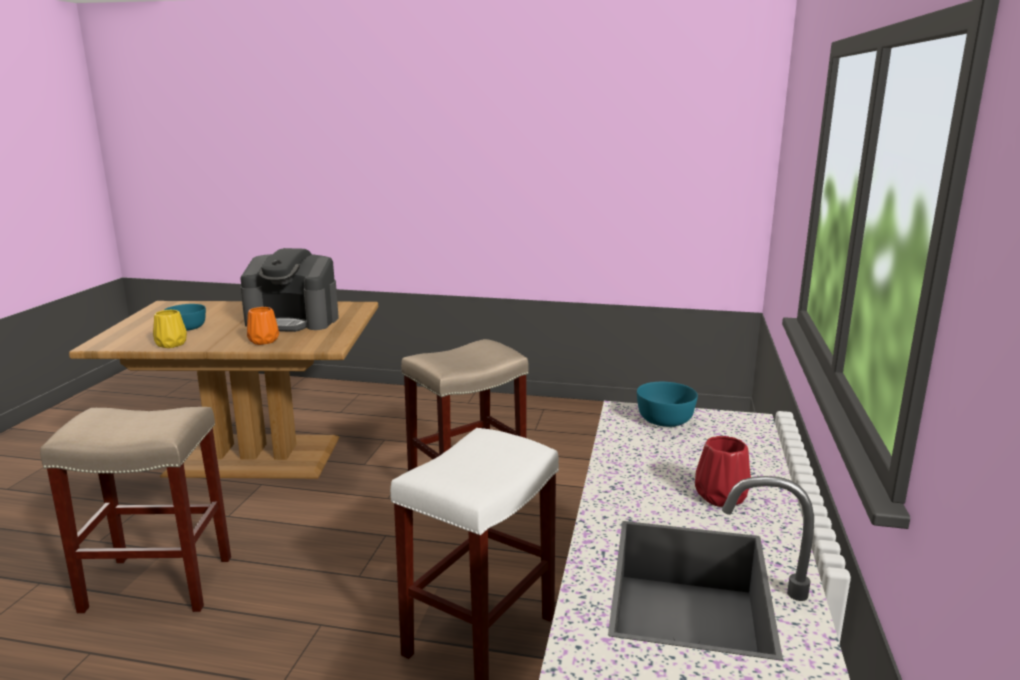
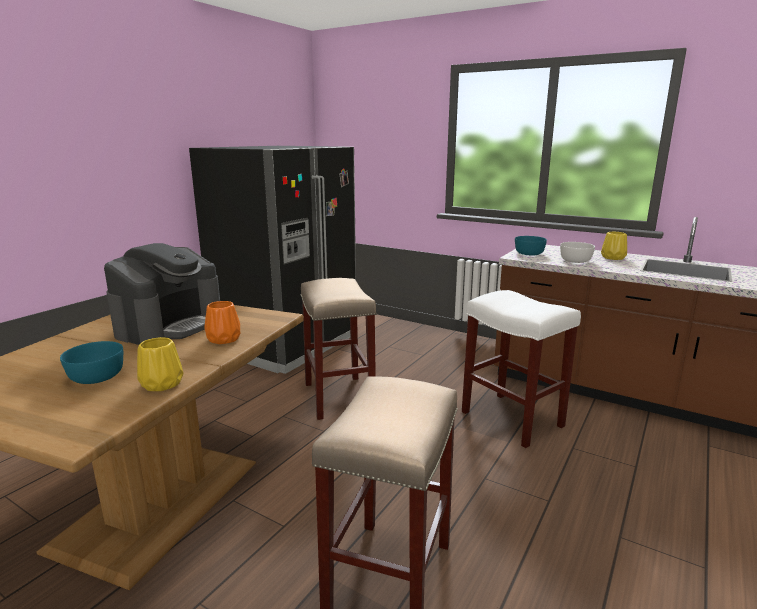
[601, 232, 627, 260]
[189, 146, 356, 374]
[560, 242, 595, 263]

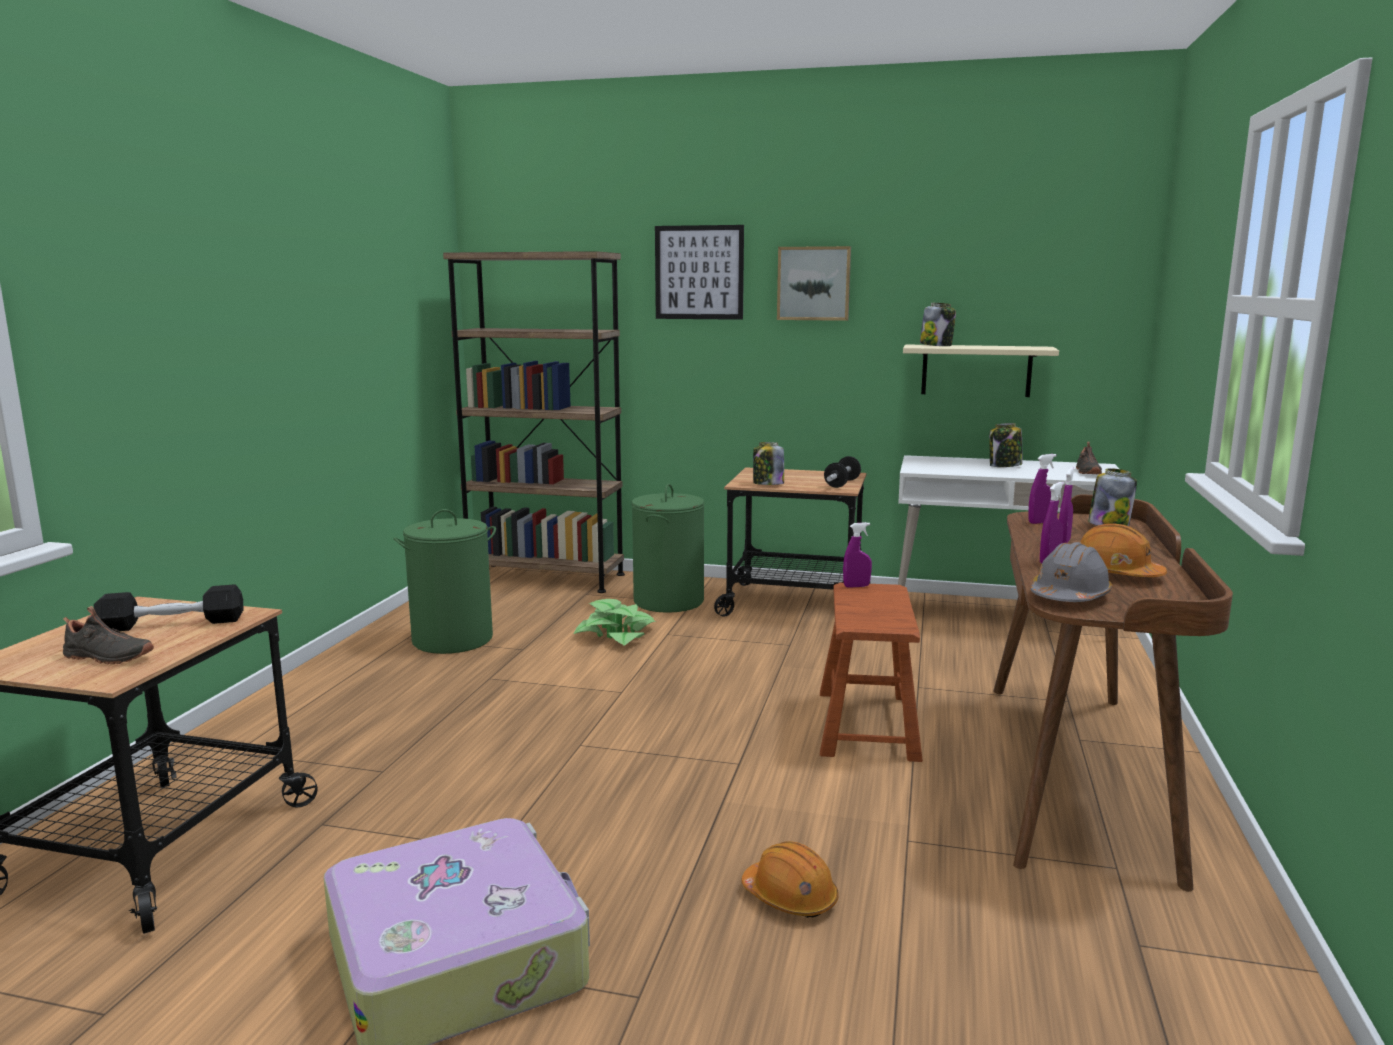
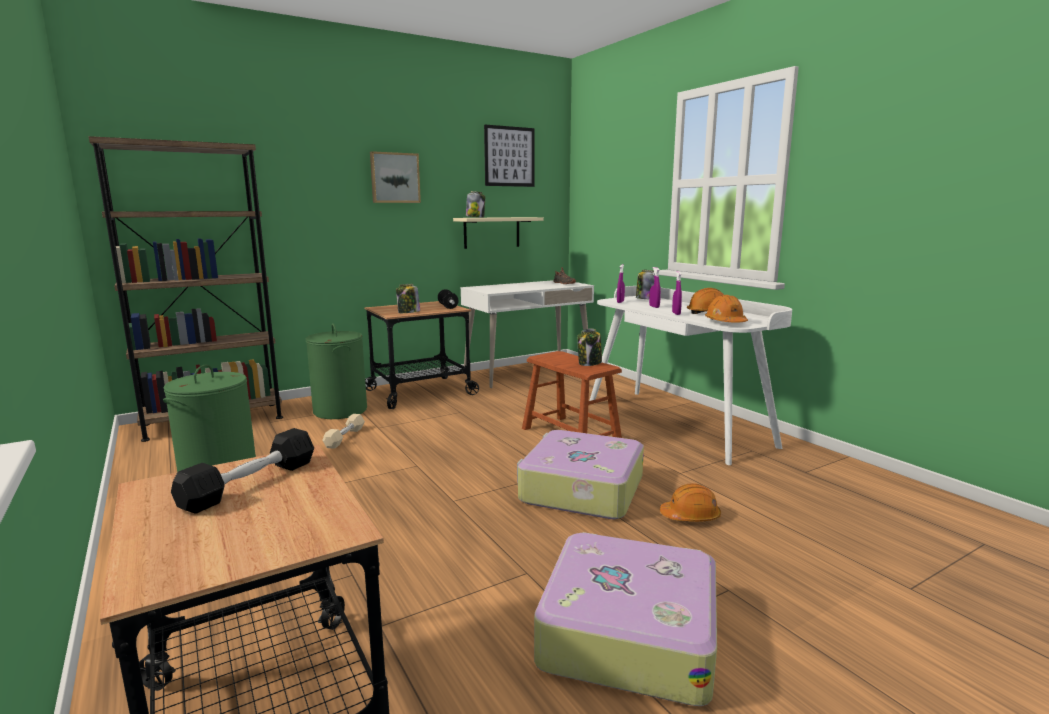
[63, 606, 154, 665] (first image)
[322, 414, 365, 449]
[484, 125, 535, 187]
[843, 522, 872, 588] (first image)
[577, 329, 602, 366]
[590, 286, 792, 465]
[705, 295, 748, 322]
[517, 430, 644, 519]

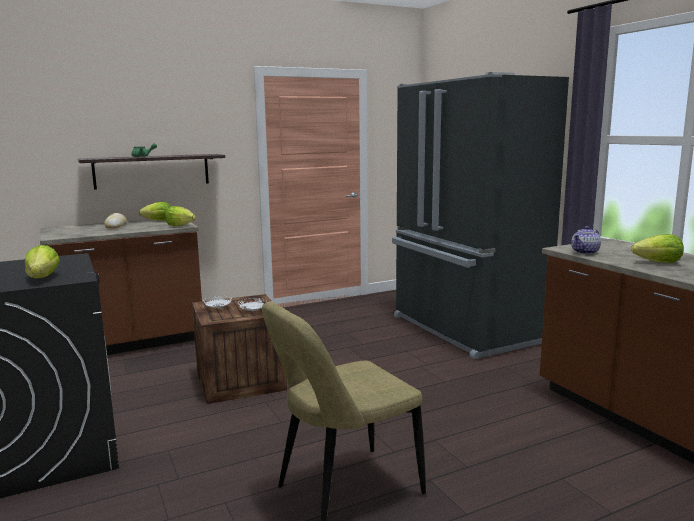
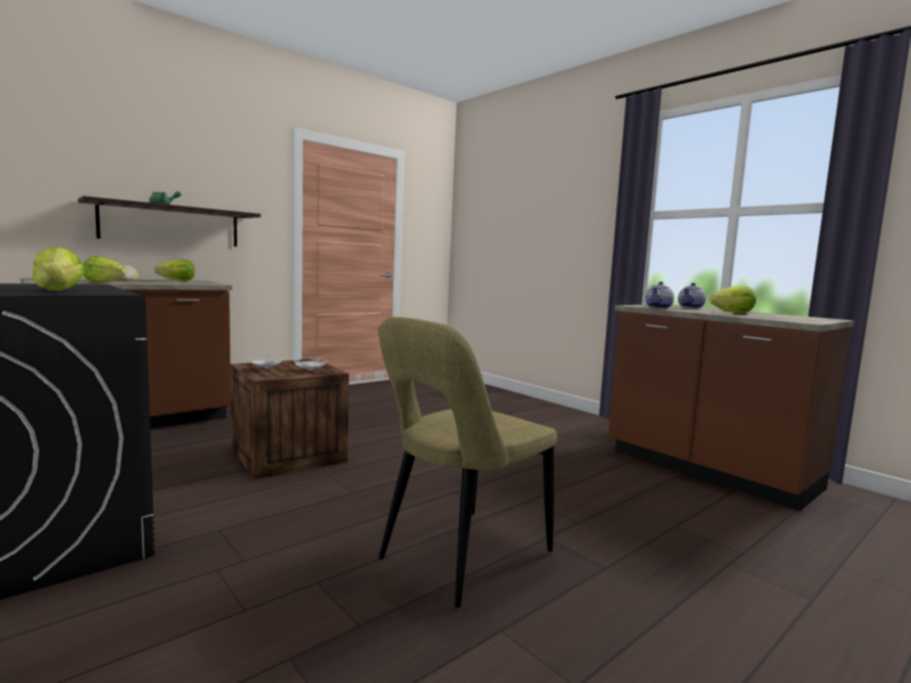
[83, 256, 127, 282]
[392, 72, 569, 359] (first image)
[678, 283, 706, 308]

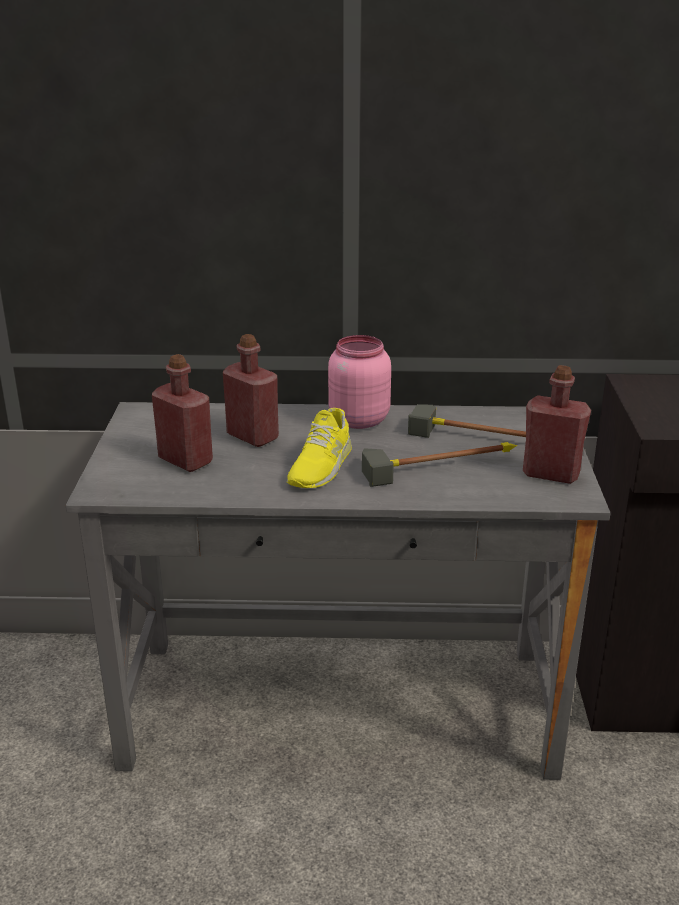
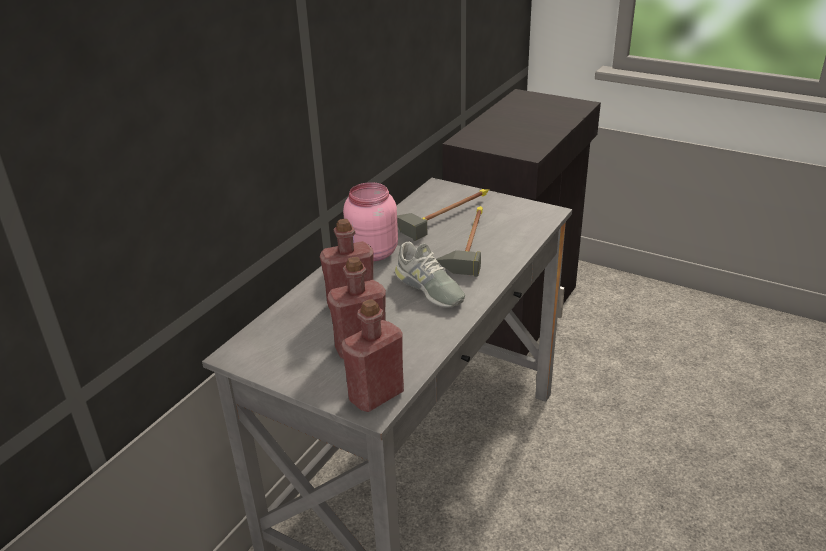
[395, 242, 465, 308]
[341, 299, 404, 412]

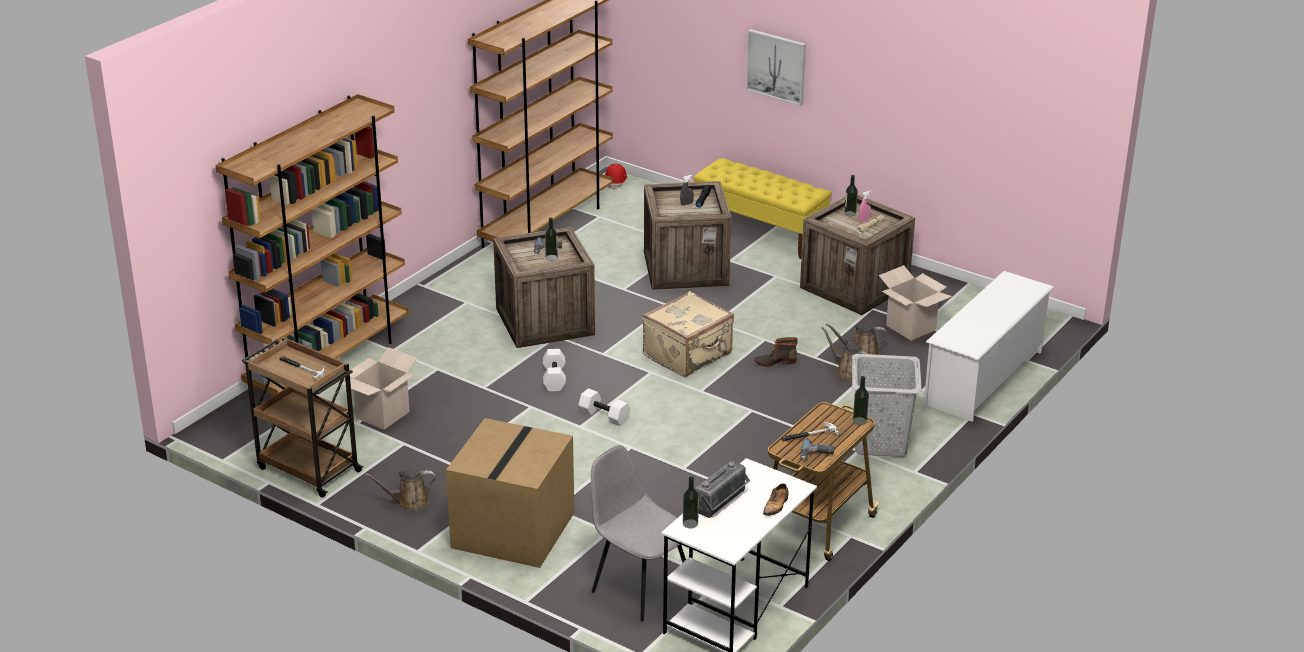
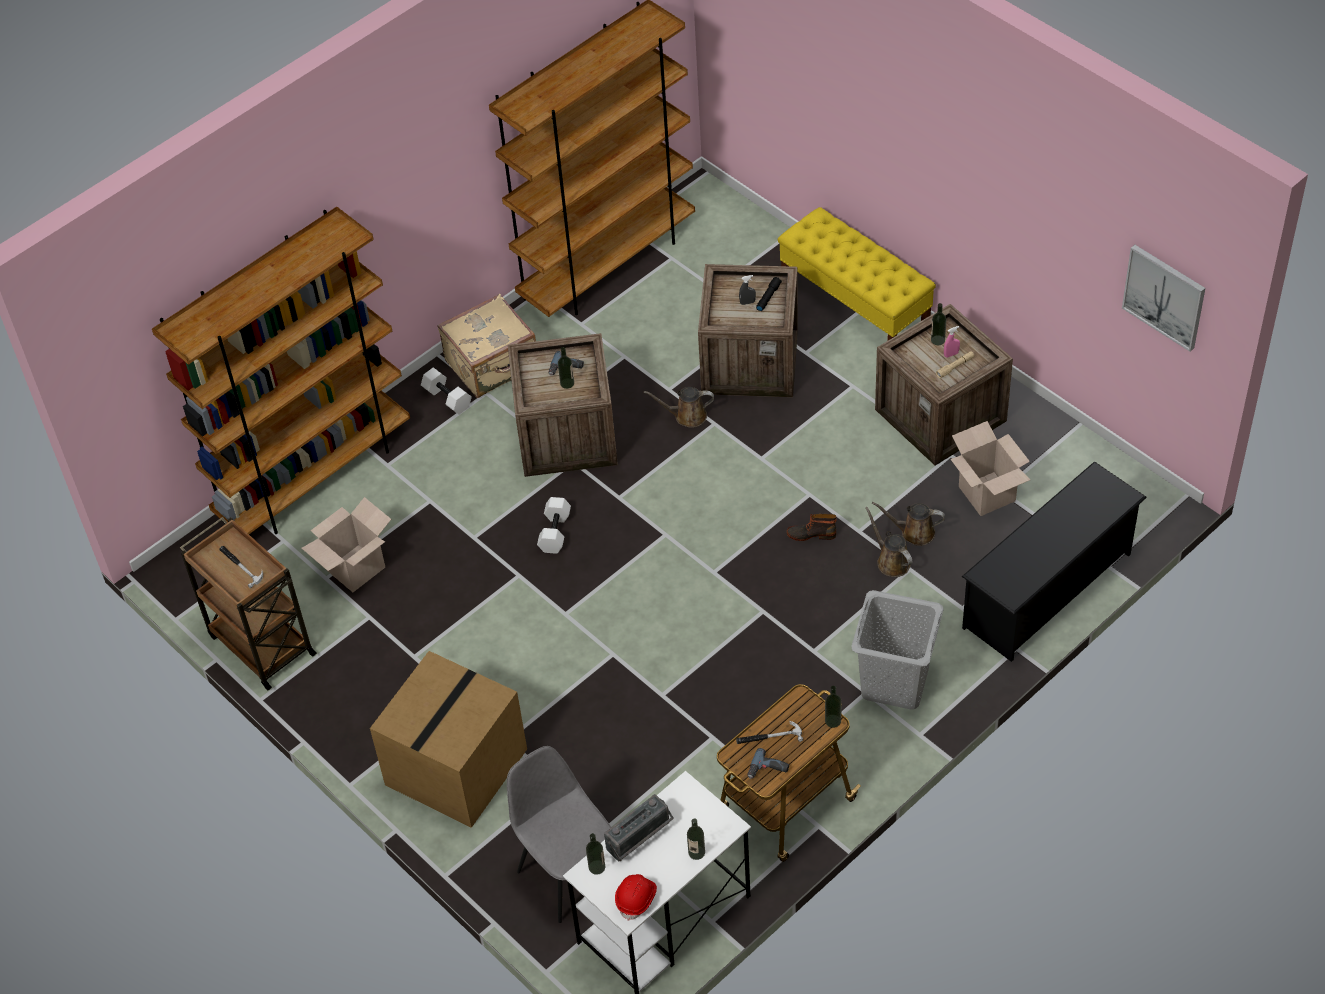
[644, 387, 714, 428]
[421, 368, 472, 415]
[615, 874, 657, 921]
[437, 294, 536, 398]
[1122, 245, 1205, 352]
[687, 818, 705, 860]
[962, 461, 1147, 662]

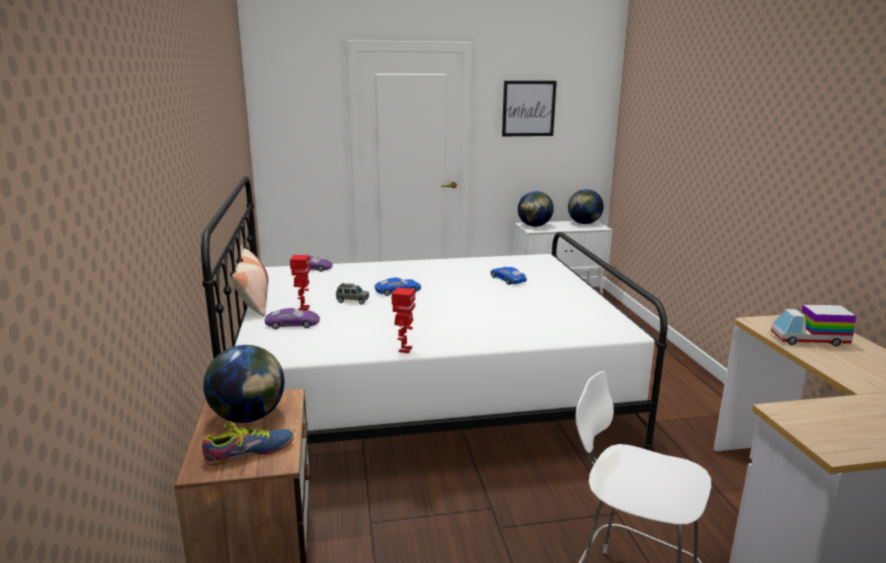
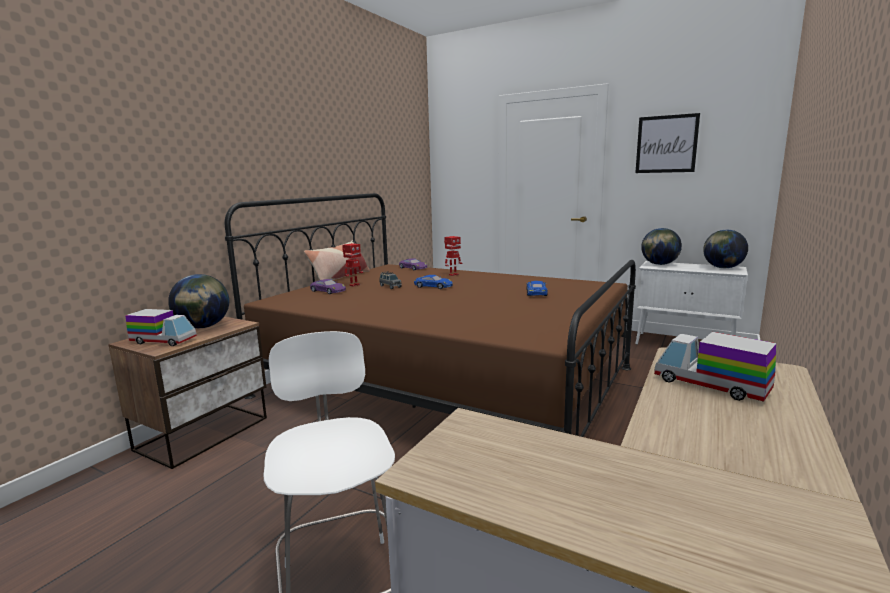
[225, 193, 636, 437]
[125, 309, 197, 346]
[444, 236, 462, 276]

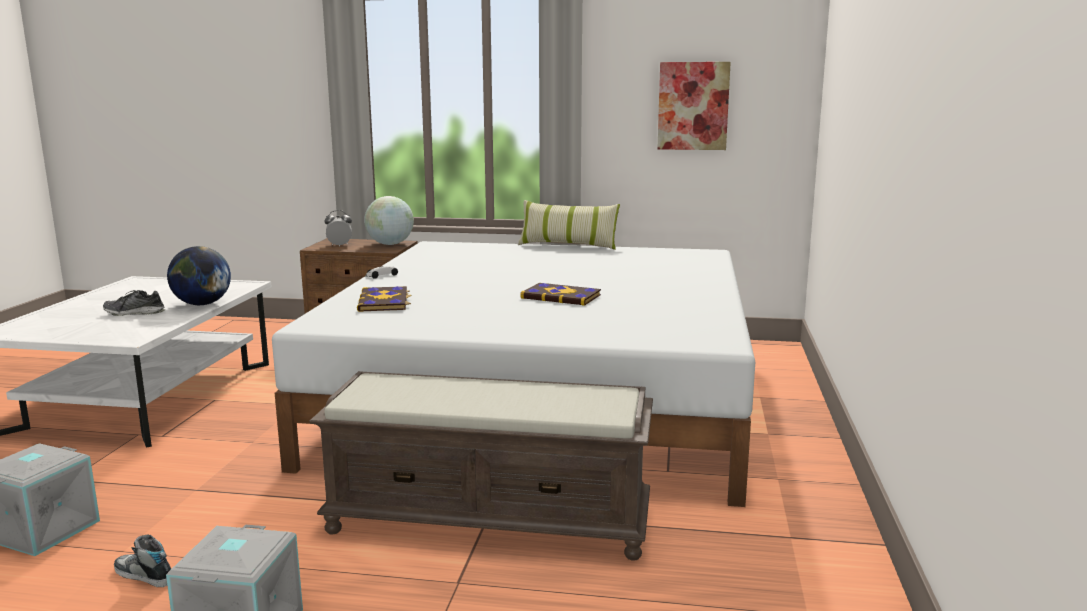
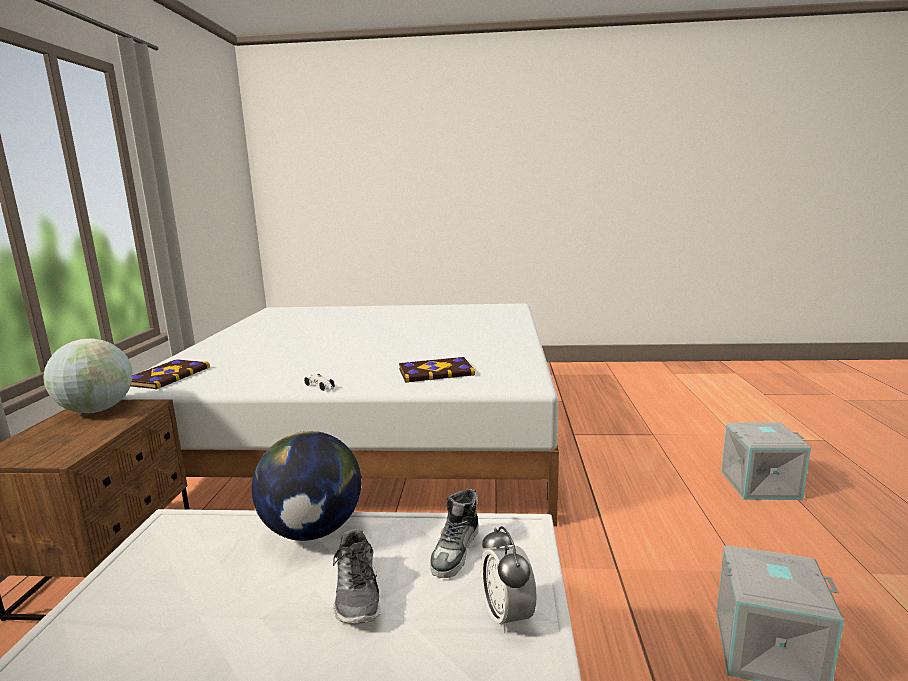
[430, 489, 479, 578]
[309, 371, 653, 560] (first image)
[480, 526, 537, 633]
[518, 200, 620, 250] (first image)
[131, 359, 210, 389]
[657, 62, 731, 150] (first image)

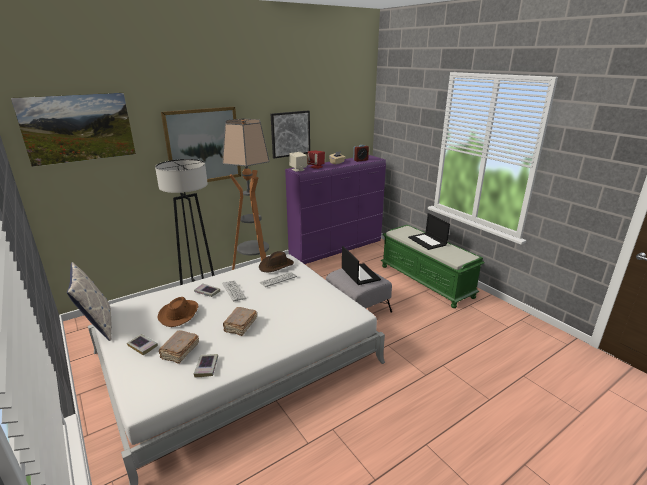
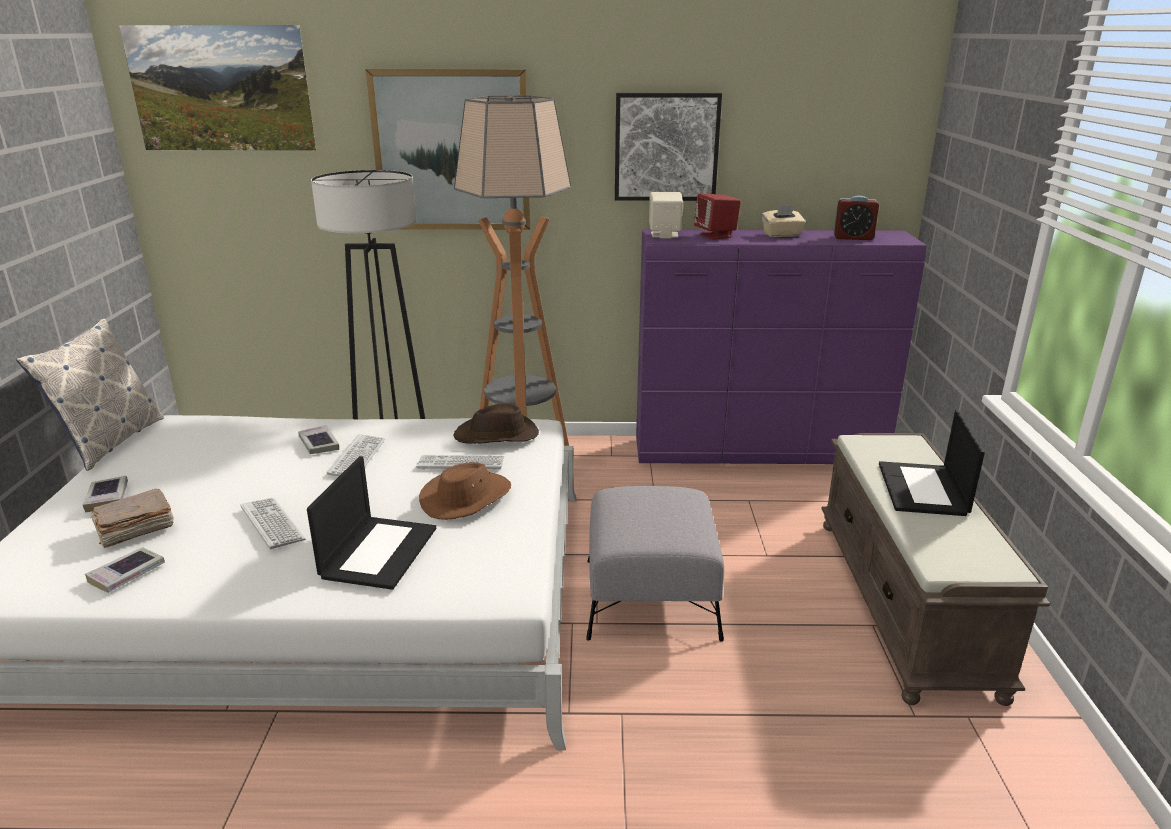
[419, 462, 511, 520]
[240, 498, 305, 549]
[307, 456, 436, 590]
[821, 433, 1050, 706]

